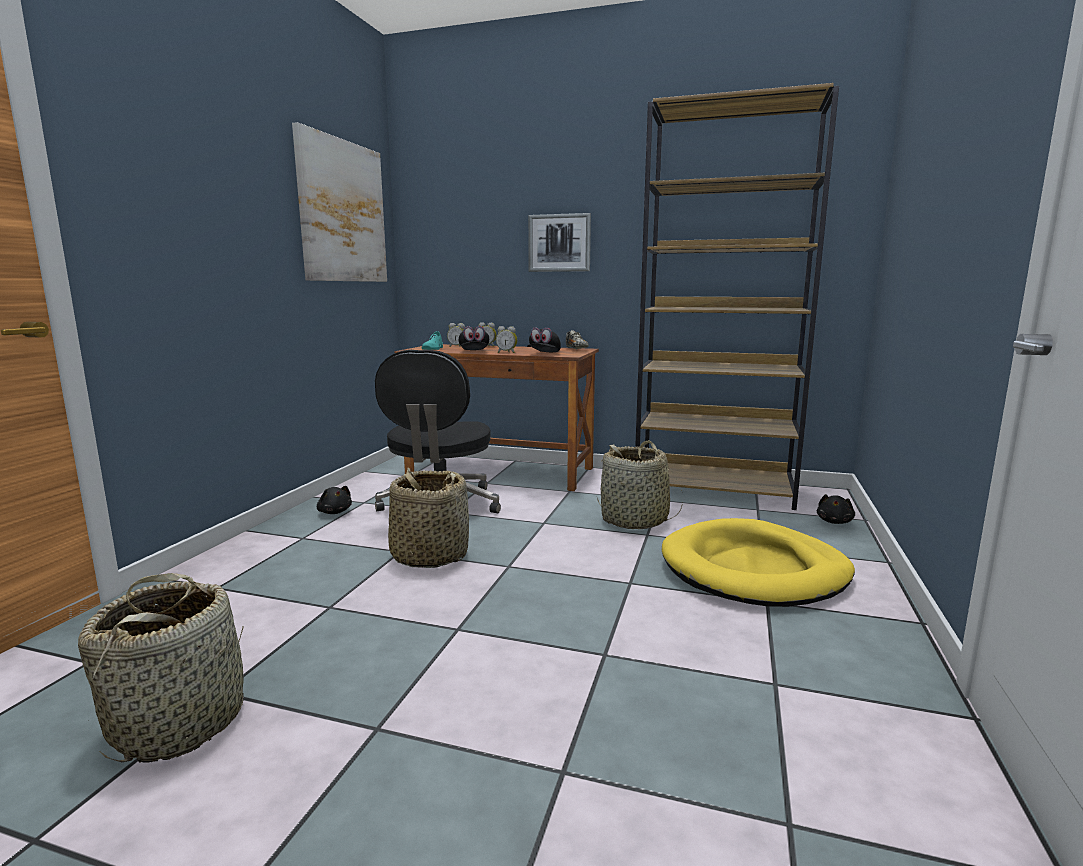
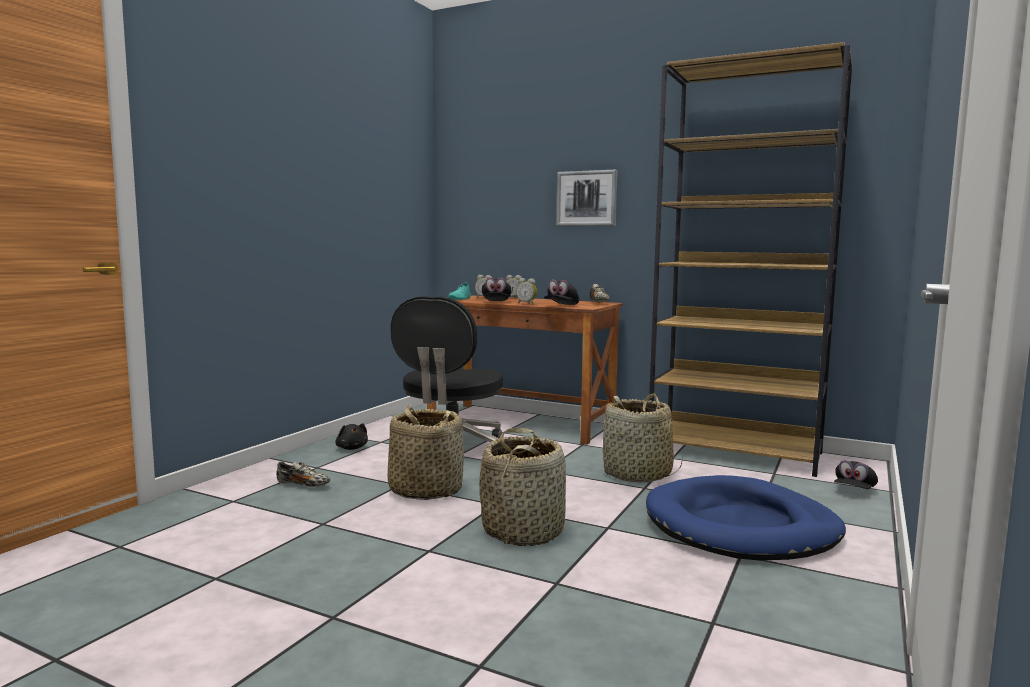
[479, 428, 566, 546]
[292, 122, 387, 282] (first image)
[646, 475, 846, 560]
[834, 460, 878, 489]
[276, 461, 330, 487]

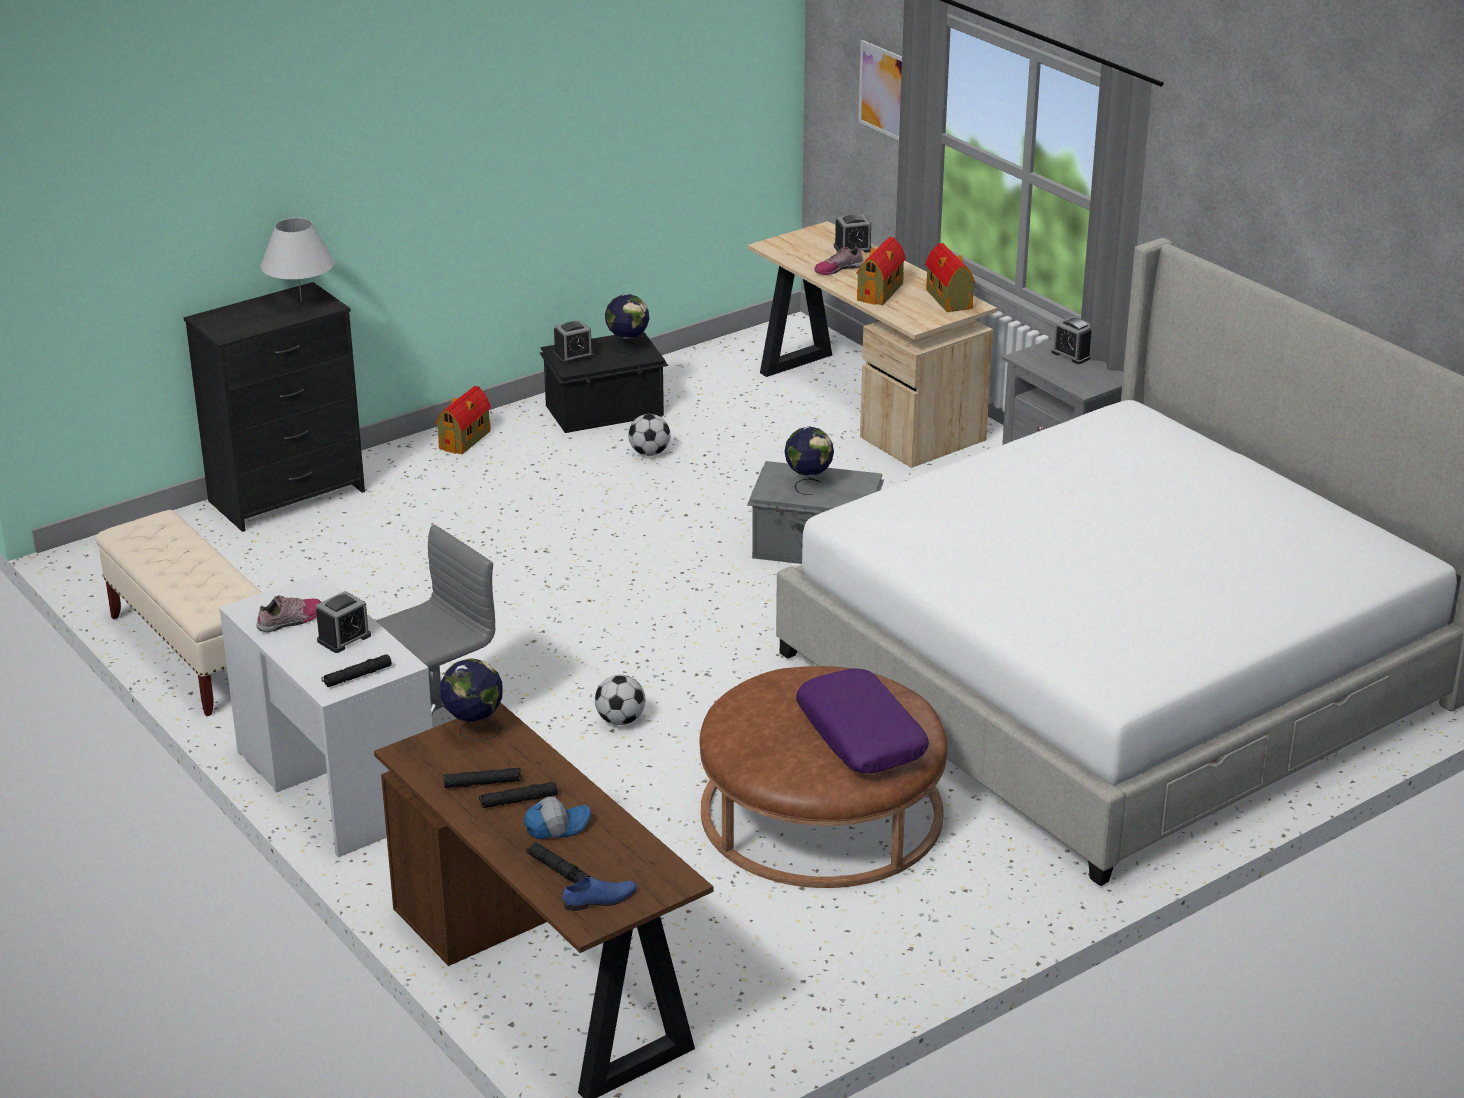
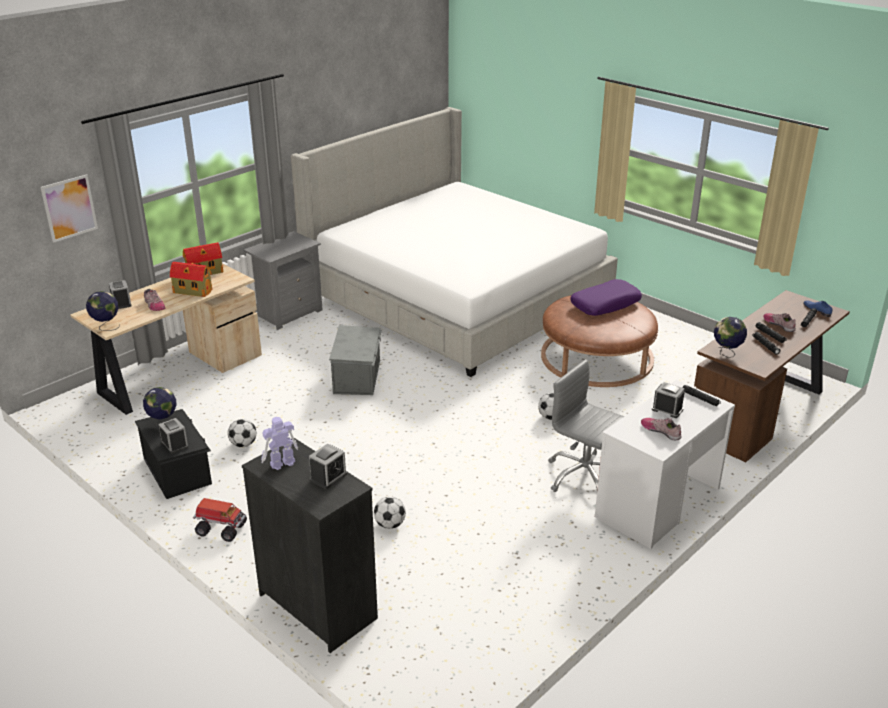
[96, 510, 261, 716] (first image)
[261, 417, 298, 470]
[193, 498, 247, 542]
[763, 313, 796, 332]
[86, 291, 120, 331]
[309, 444, 347, 489]
[374, 496, 406, 529]

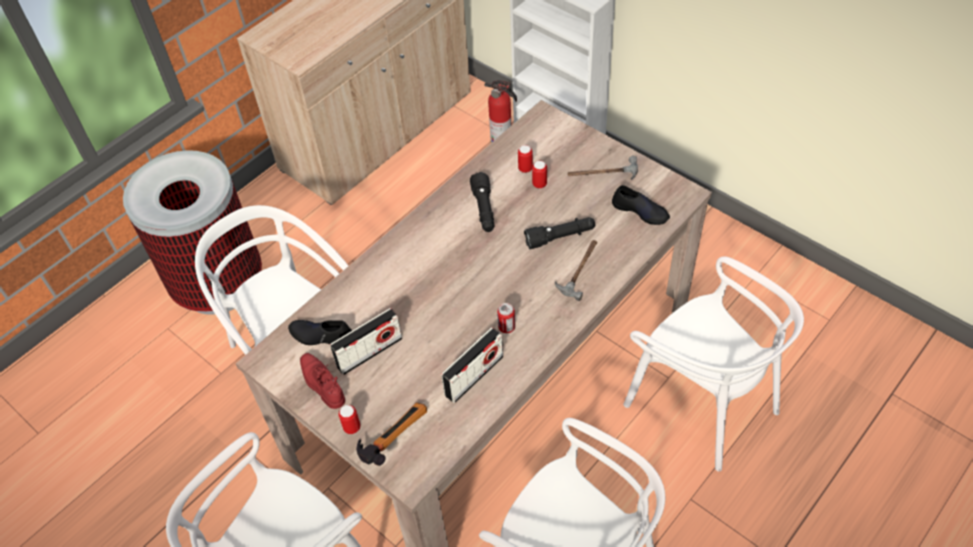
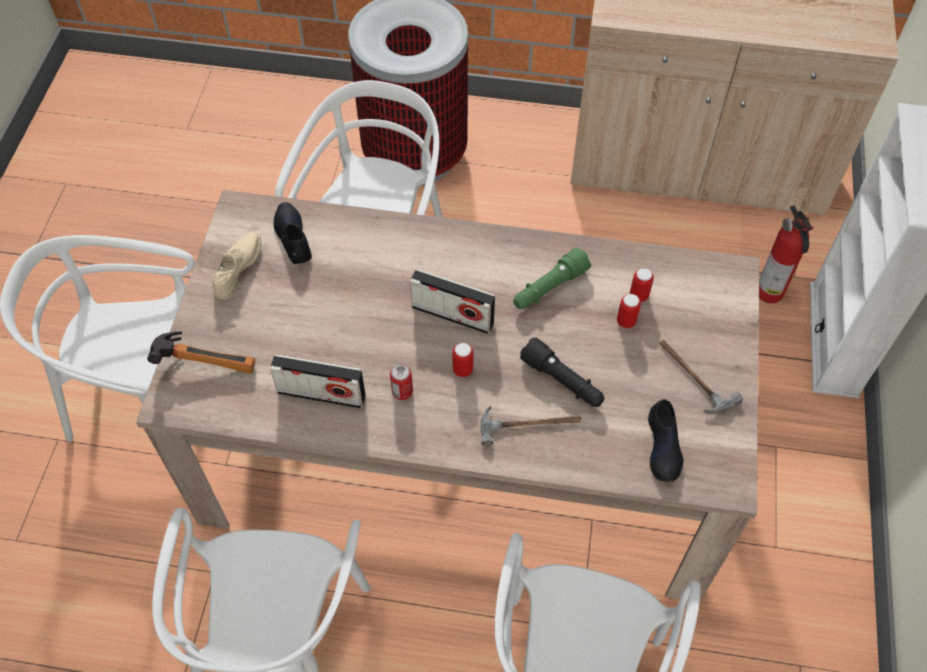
[211, 233, 261, 300]
[410, 269, 495, 334]
[452, 343, 474, 378]
[513, 247, 591, 309]

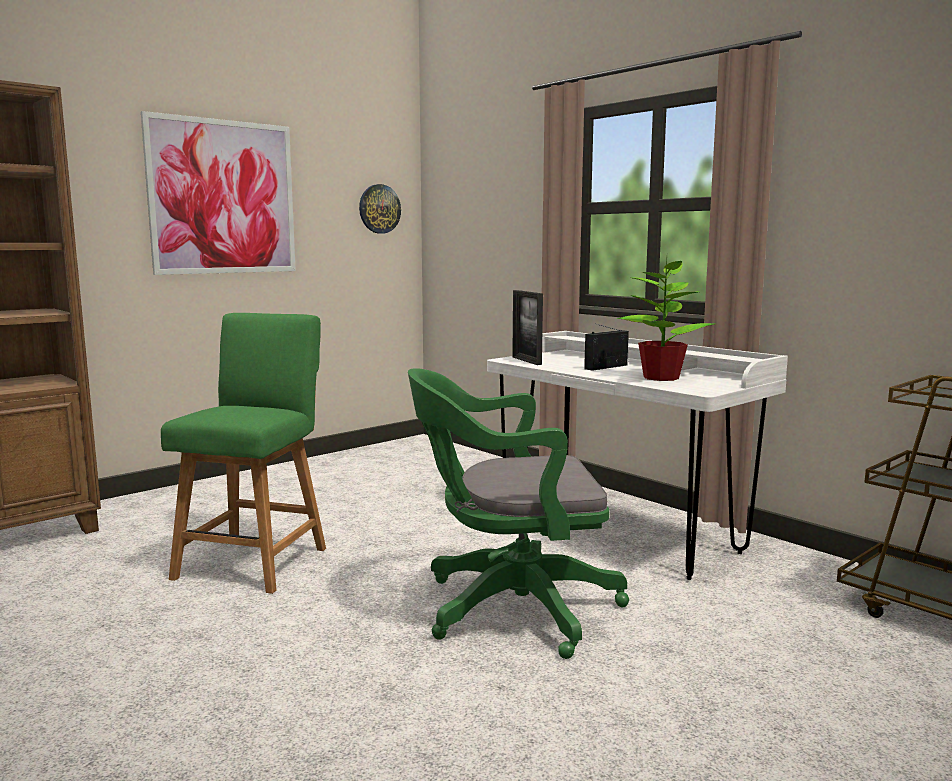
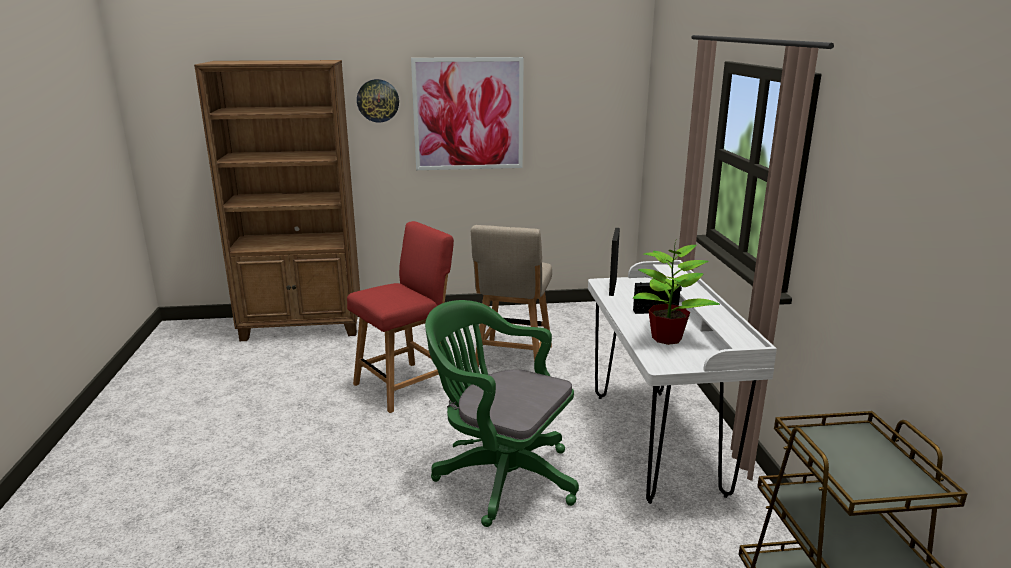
[347, 221, 454, 413]
[357, 79, 399, 122]
[471, 225, 552, 367]

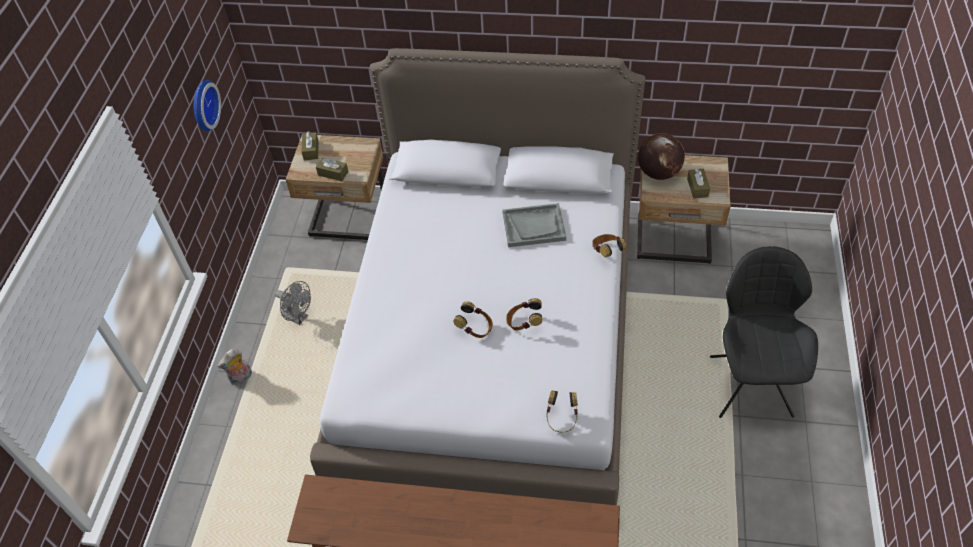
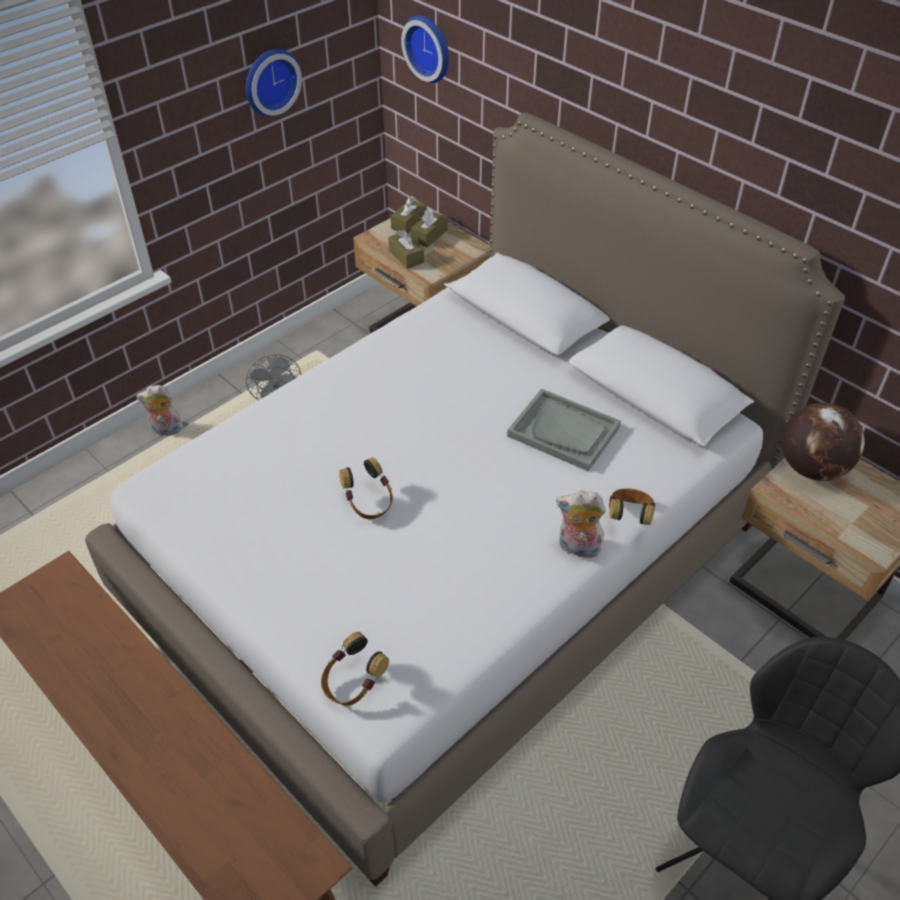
[506, 298, 542, 330] (first image)
[411, 208, 447, 247]
[401, 15, 449, 83]
[556, 491, 606, 559]

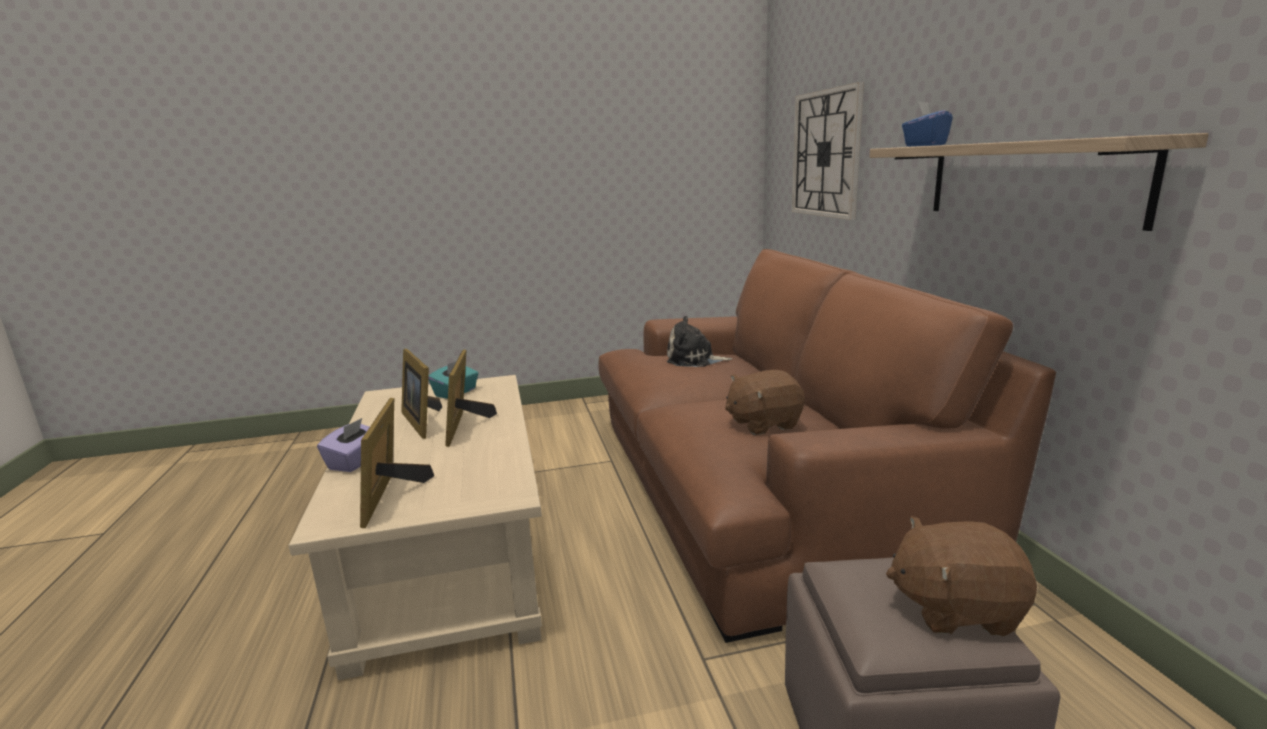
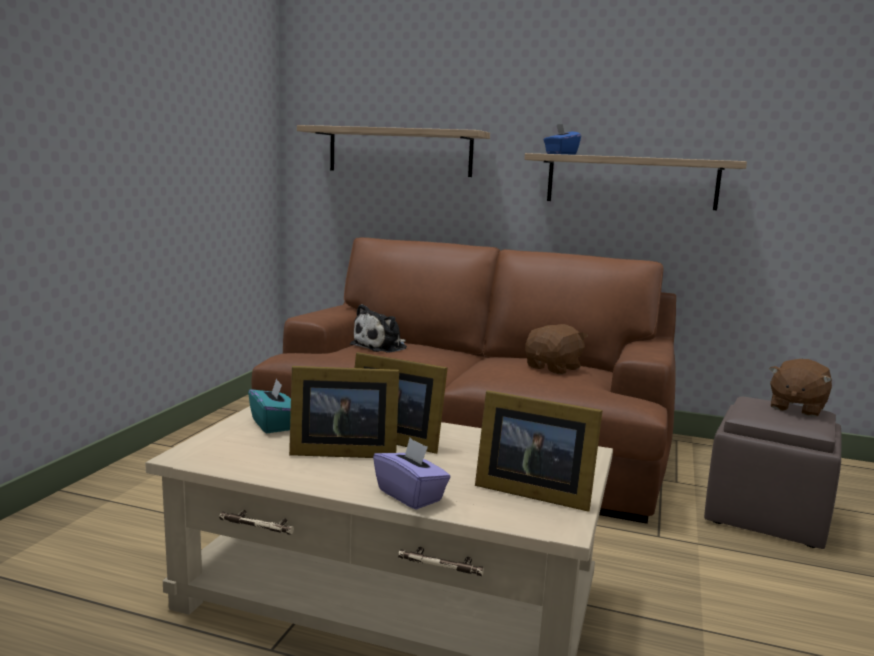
[525, 324, 588, 375]
[297, 125, 490, 177]

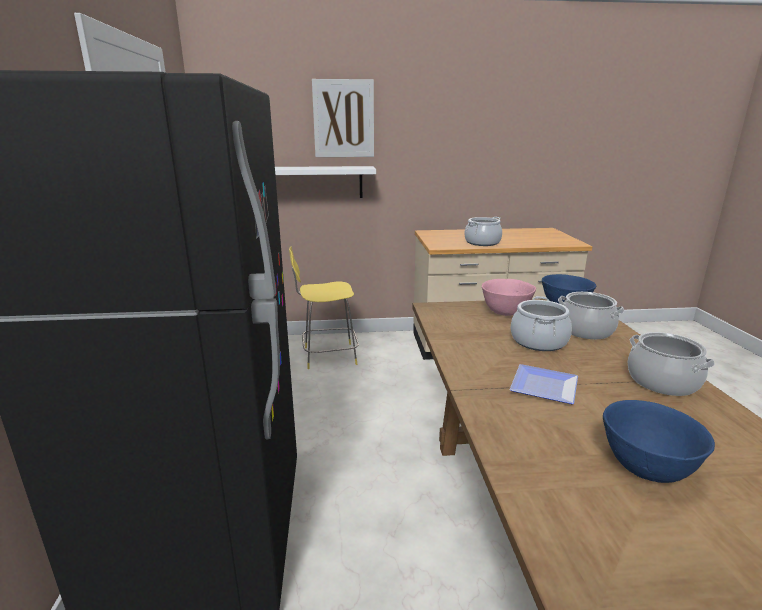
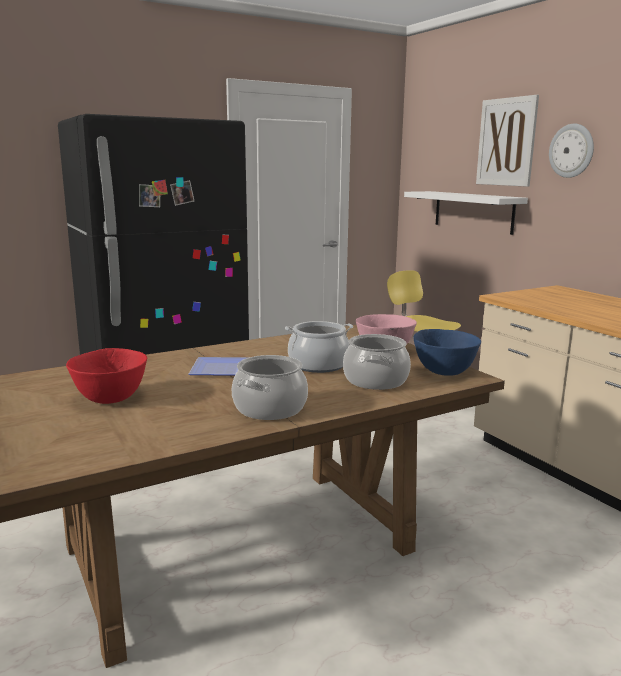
[464, 217, 502, 246] (first image)
[66, 348, 147, 404]
[549, 124, 594, 178]

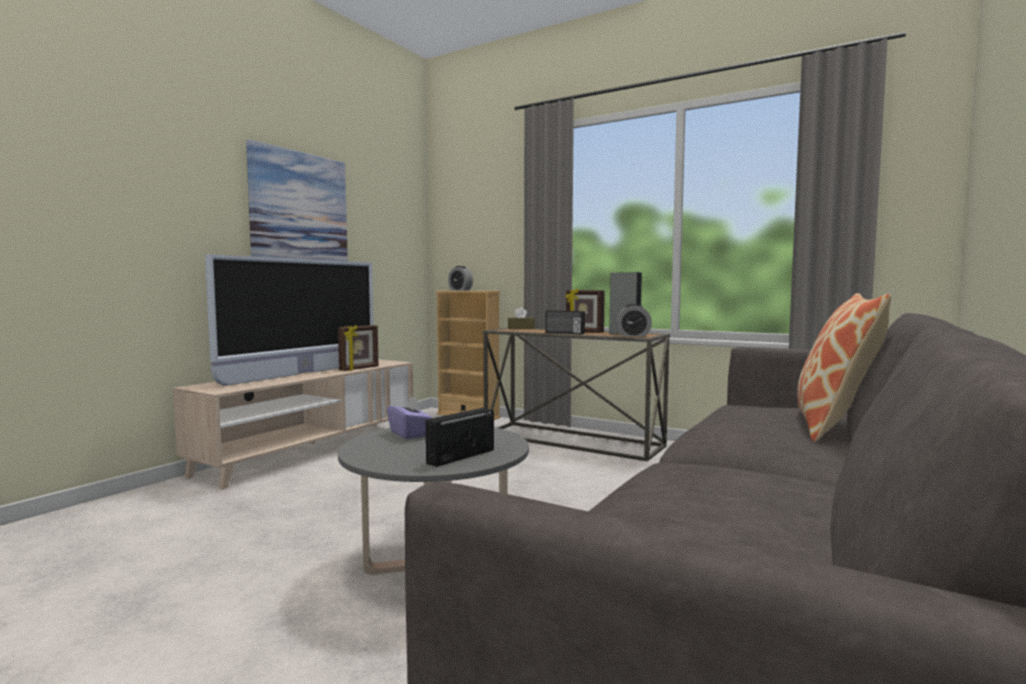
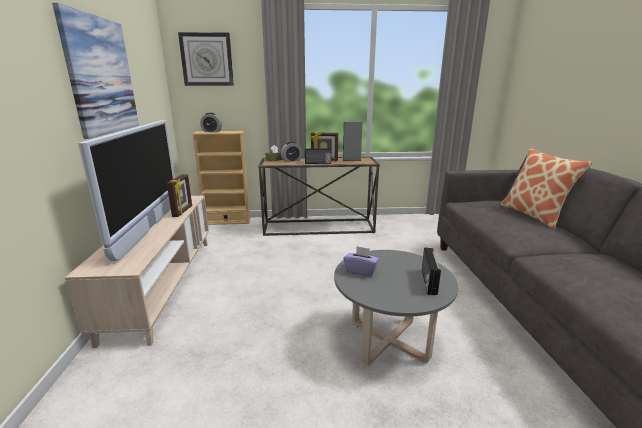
[281, 142, 302, 162]
[178, 32, 234, 86]

